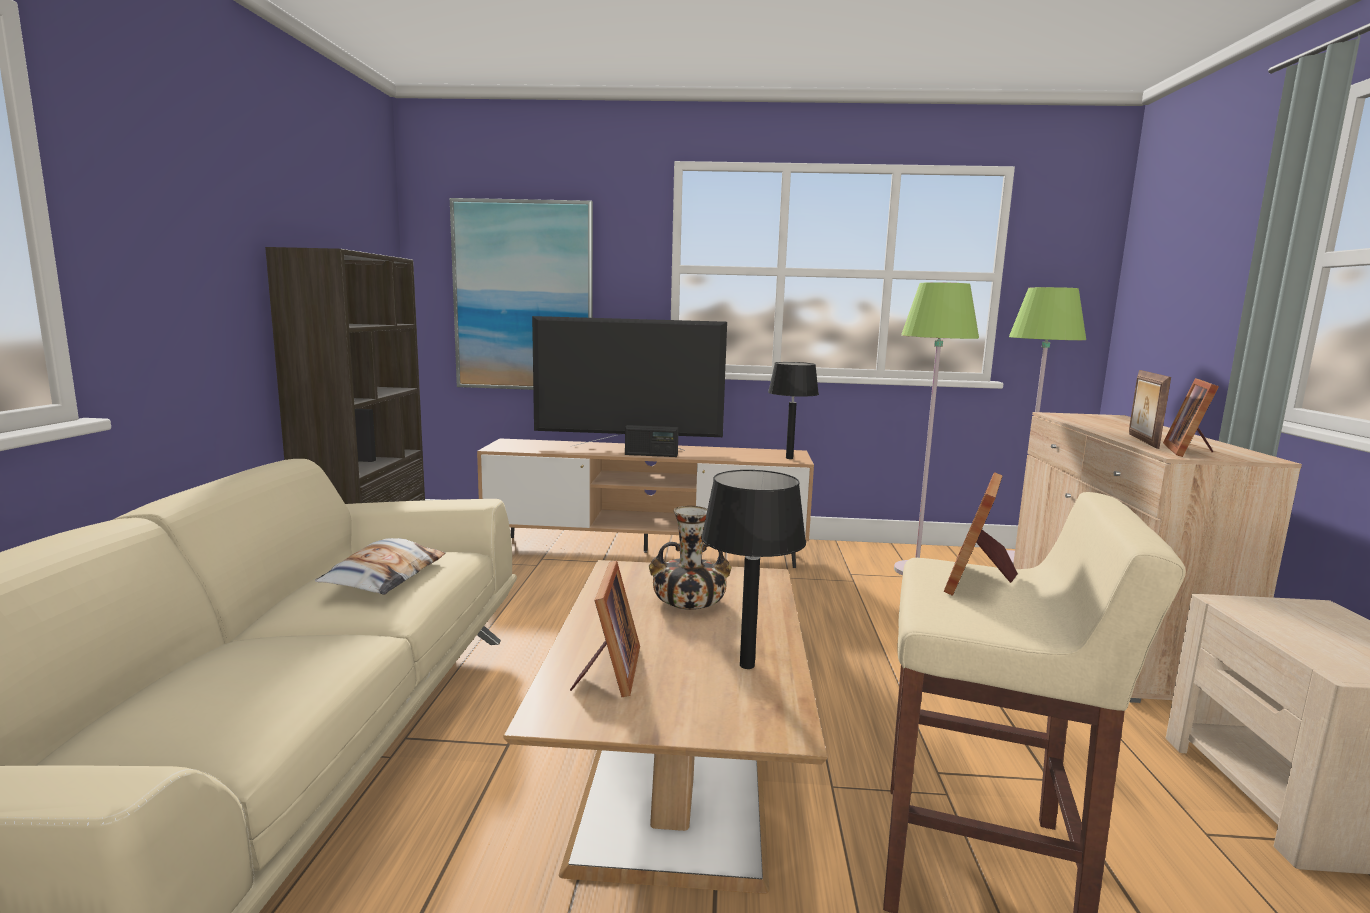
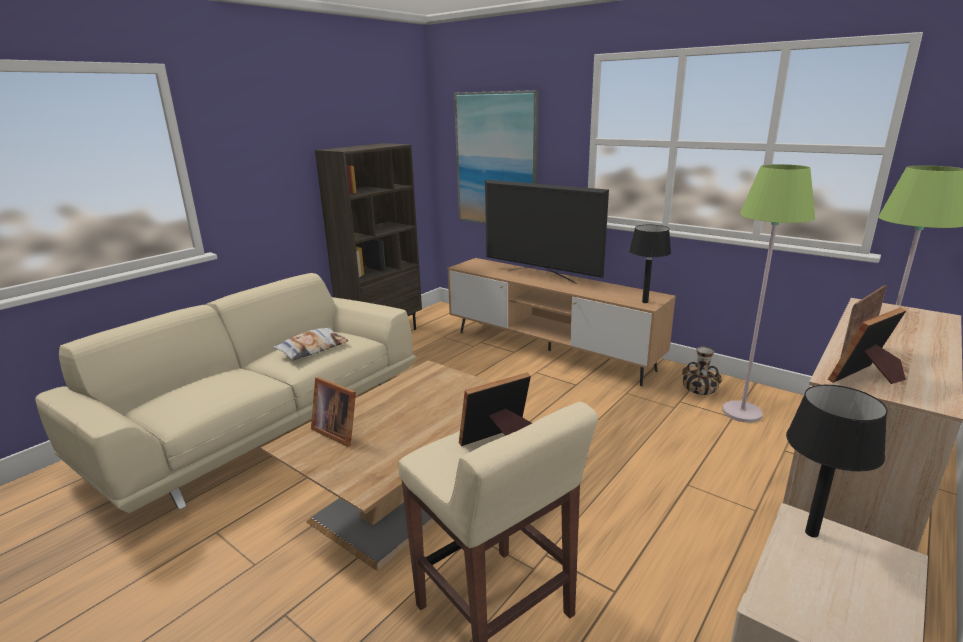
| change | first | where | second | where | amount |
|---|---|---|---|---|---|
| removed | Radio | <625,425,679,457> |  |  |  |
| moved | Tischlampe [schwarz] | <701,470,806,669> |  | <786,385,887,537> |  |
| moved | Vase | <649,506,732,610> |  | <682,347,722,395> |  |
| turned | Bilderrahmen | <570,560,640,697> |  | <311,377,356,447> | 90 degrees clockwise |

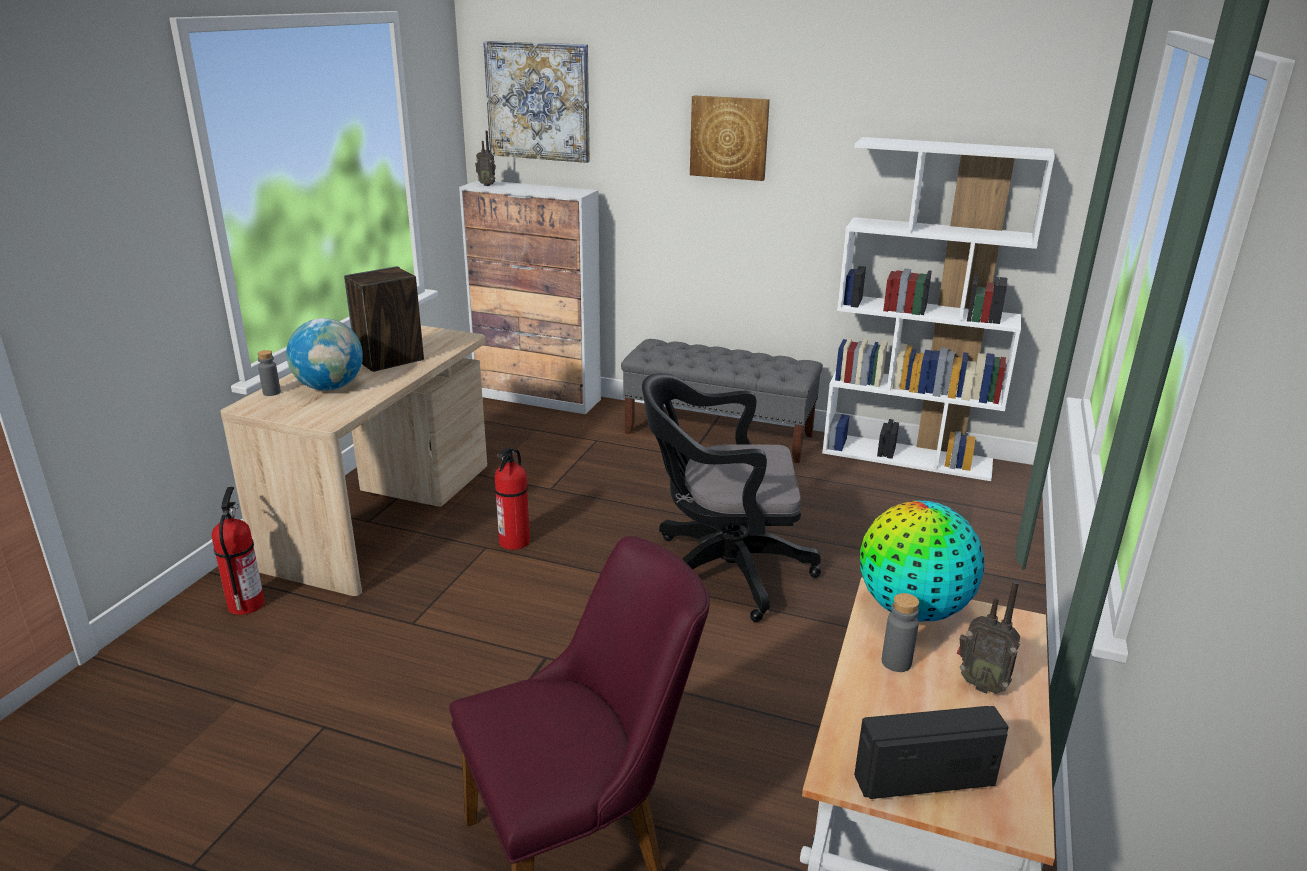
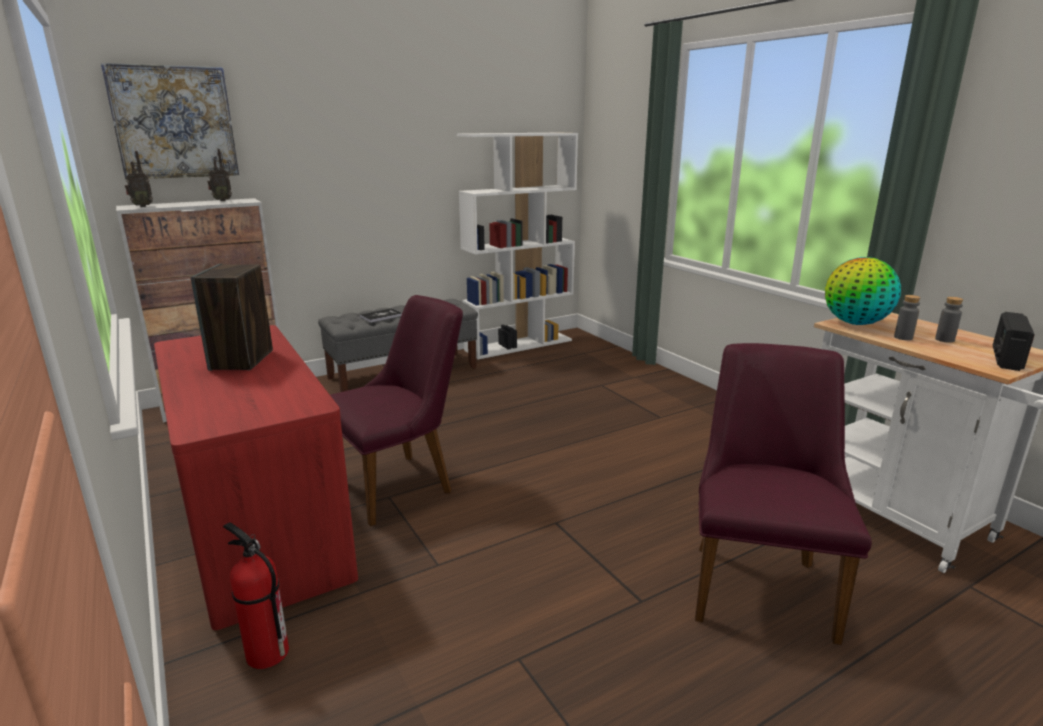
| change | first | where | second | where | amount |
|---|---|---|---|---|---|
| removed | Bild | <690,95,770,181> |  |  |  |
| removed | Globus | <286,318,363,391> |  |  |  |
| recoloured | Schreibtisch [beige] | <220,325,487,596> | Schreibtisch [rot] | <154,325,358,630> |  |
| moved | Flasche [grau] | <257,350,281,396> |  | <935,297,963,343> |  |
| removed | Bürostuhl [schwarz] | <642,373,821,622> |  |  |  |
| replaced | Feuerlöscher | <495,448,530,550> | Stuhl [lila] | <330,295,463,527> |  |
| moved | Radio | <957,581,1020,694> |  | <207,149,232,201> |  |
| added |  |  | Buch | <360,308,402,323> |  |

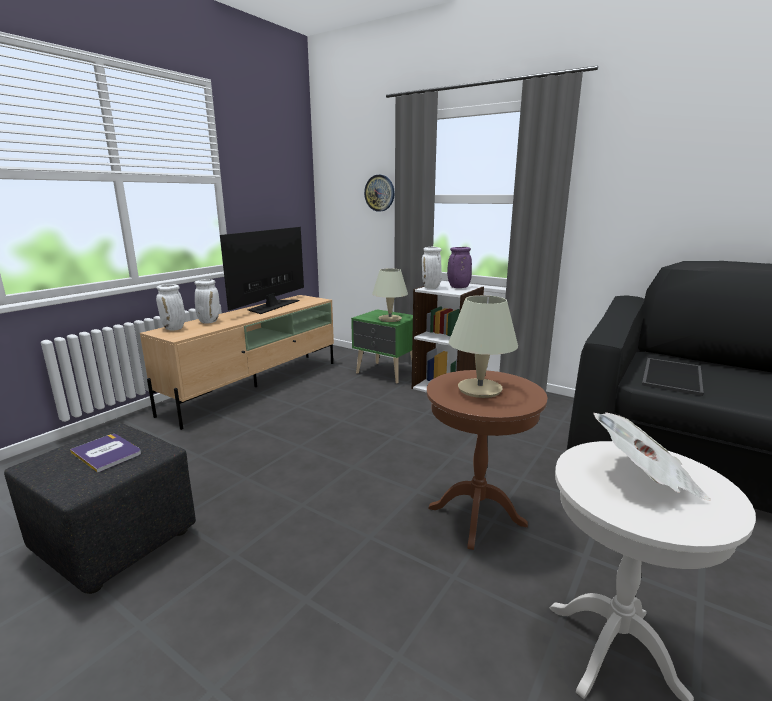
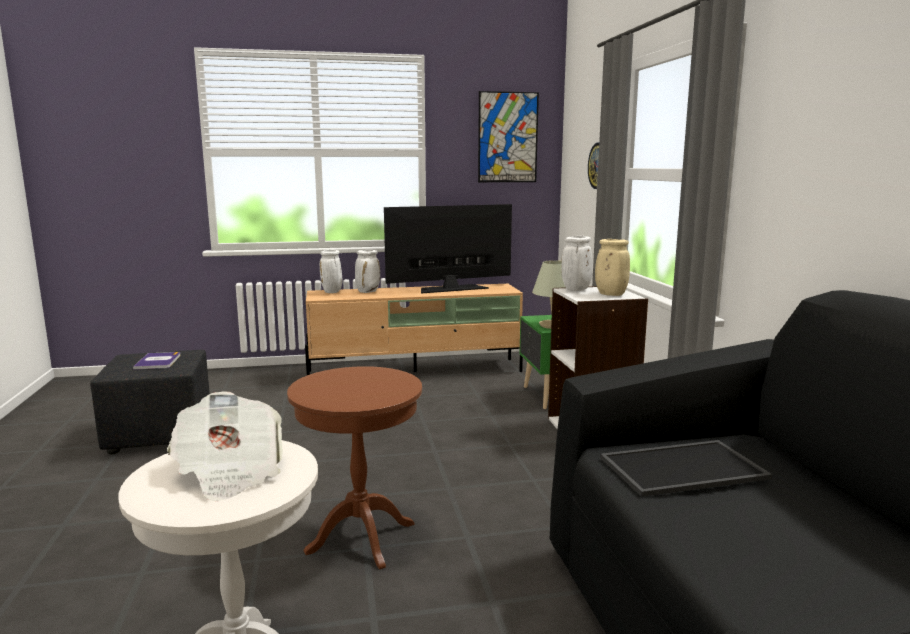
| change | first | where | second | where | amount |
|---|---|---|---|---|---|
| recoloured | Vase [lila] | <447,247,472,288> | Vase [beige] | <595,239,630,296> |  |
| removed | Tischlampe [beige] | <449,295,518,398> |  |  |  |
| added |  |  | Bild | <478,91,539,182> |  |

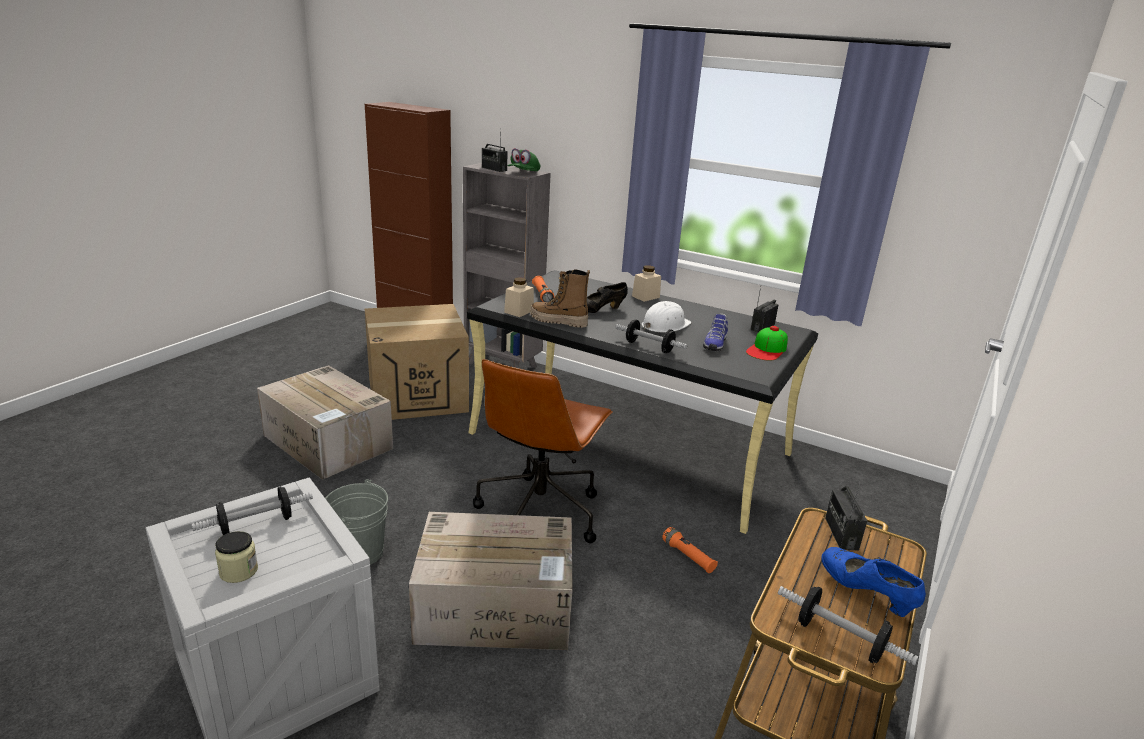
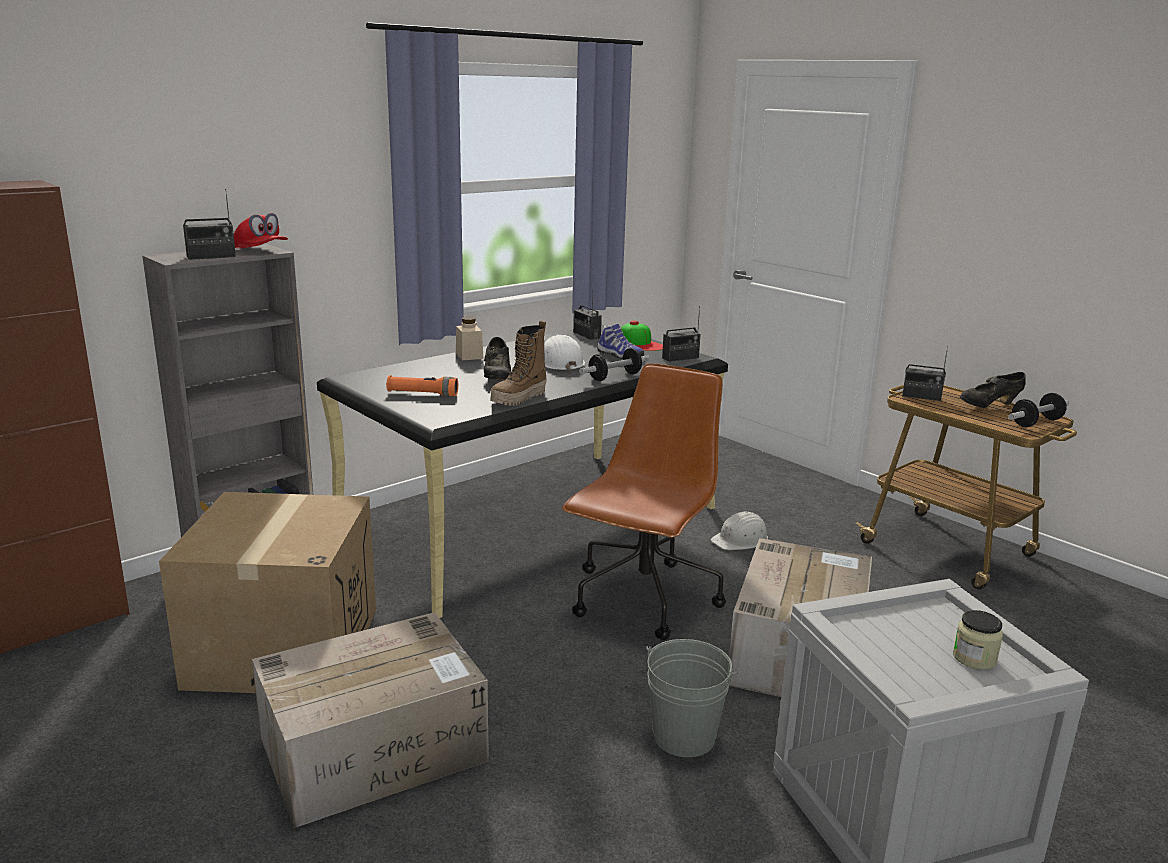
| change | first | where | second | where | amount |
|---|---|---|---|---|---|
| recoloured | Kappe [grün] | <507,148,540,171> | Kappe [rot] | <234,213,288,248> |  |
| removed | Vorratsglas [beige] | <504,277,534,317> |  |  |  |
| turned | Bürostuhl [braun] | <473,359,613,543> |  | <562,364,726,640> | 105 degrees counterclockwise |
| removed | Hantel | <192,486,313,535> |  |  |  |
| replaced | Taschenlampe [orange] | <662,527,718,573> | Schutzhelm [weiß] | <711,511,768,550> |  |
| recoloured | Schuh [blau] | <821,547,926,617> | Schuh [schwarz] | <960,372,1026,408> |  |
| added |  |  | Radio | <662,306,701,362> |  |

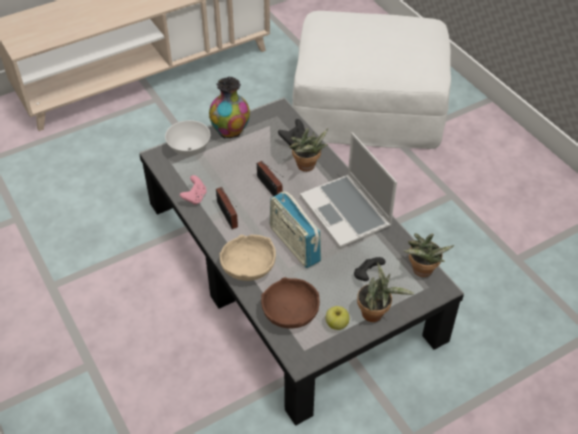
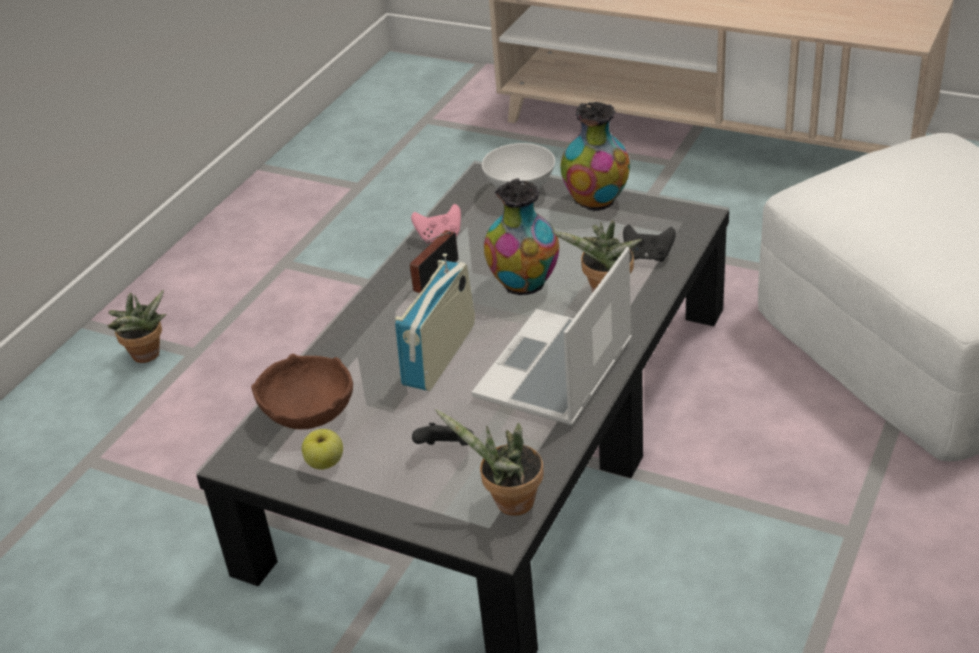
| change | first | where | second | where | amount |
|---|---|---|---|---|---|
| replaced | Radio | <257,161,283,196> | Vase | <484,178,559,295> |  |
| removed | Schüssel [beige] | <220,235,276,281> |  |  |  |
| moved | Topfpflanze | <357,262,414,322> |  | <107,290,167,363> |  |

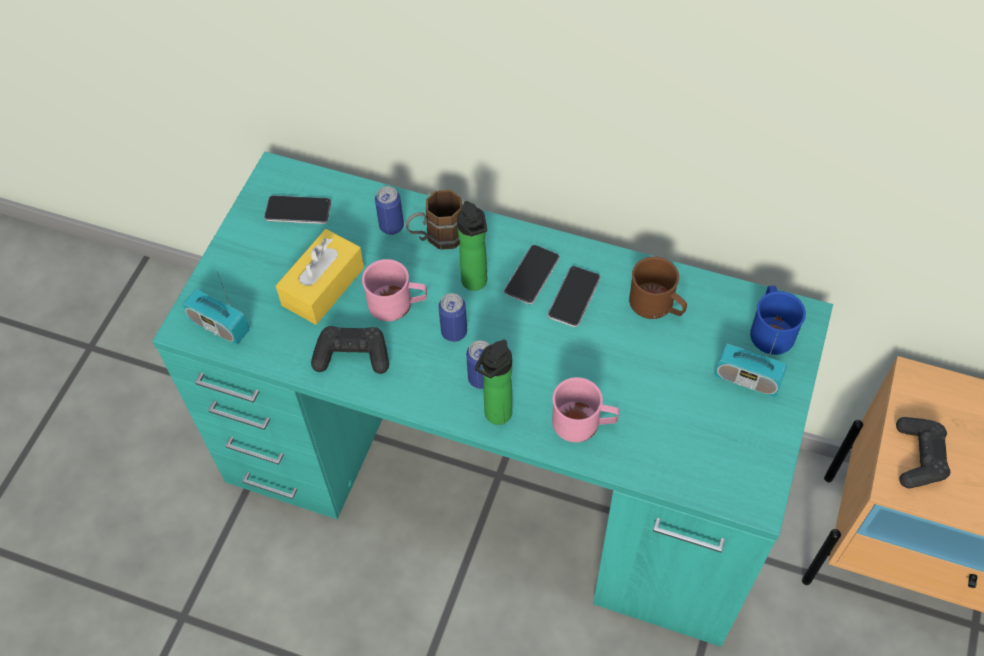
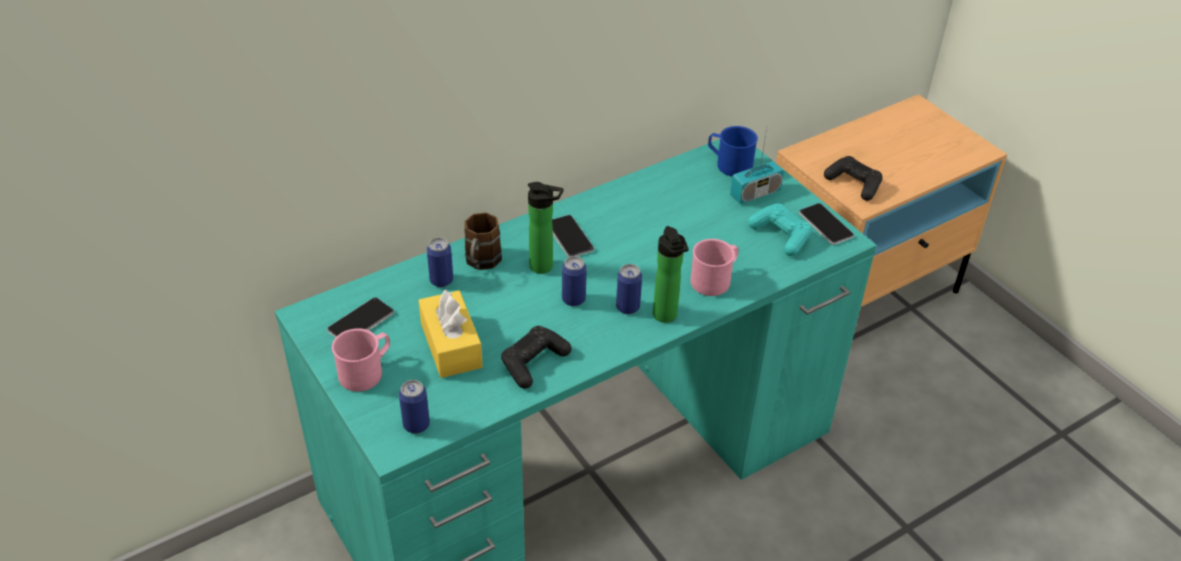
| change | first | where | second | where | amount |
|---|---|---|---|---|---|
| removed | Henkelbecher [braun] | <629,256,687,319> |  |  |  |
| moved | Henkelbecher [rosa] | <362,259,427,321> |  | <332,328,390,392> |  |
| moved | Handy | <548,266,601,327> |  | <799,203,854,245> |  |
| replaced | Radio | <182,270,250,345> | Dose | <399,380,430,434> |  |
| added |  |  | Gamepad [türkis] | <748,203,812,256> |  |

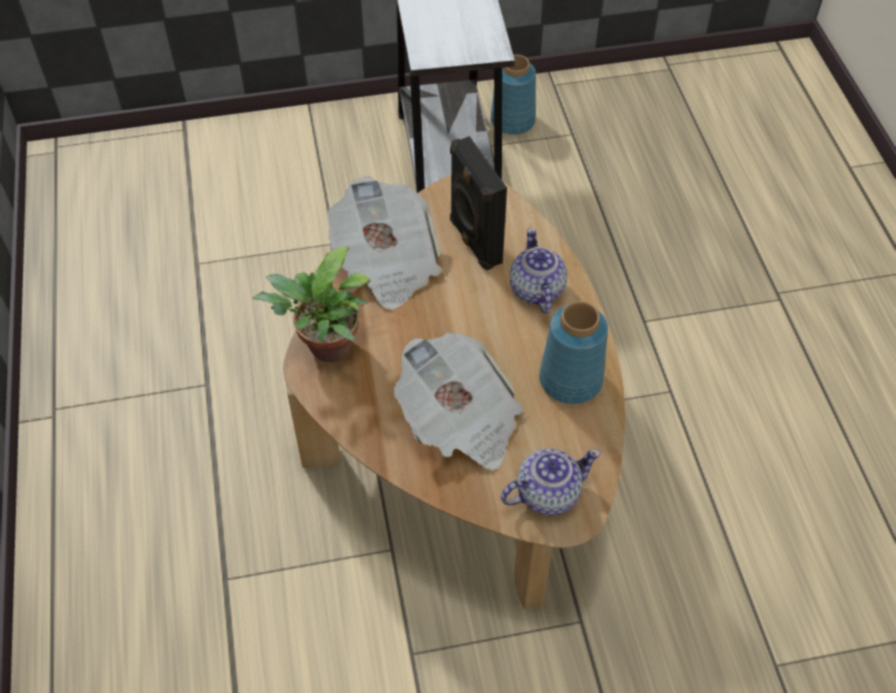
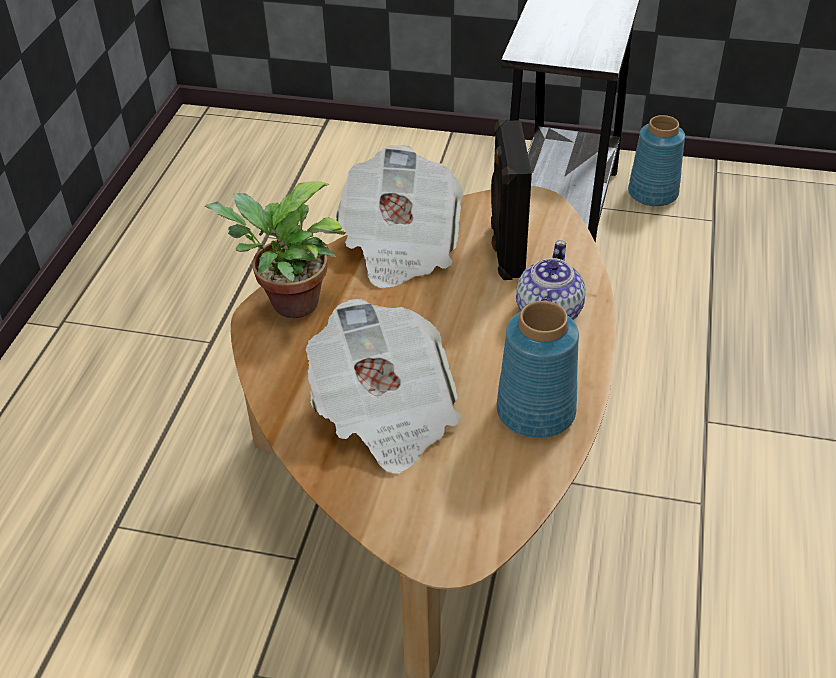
| change | first | where | second | where | amount |
|---|---|---|---|---|---|
| removed | Teekanne | <501,448,601,516> |  |  |  |

